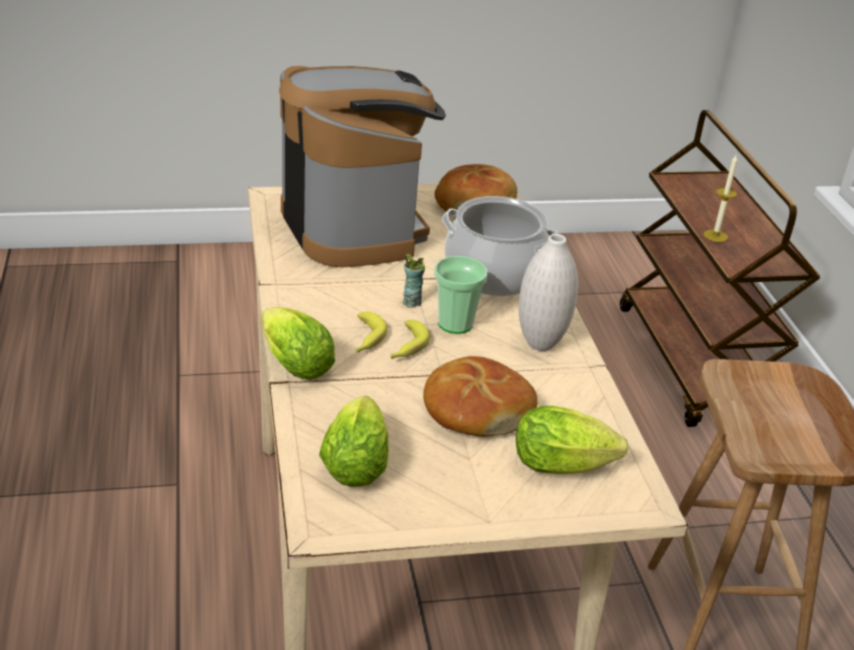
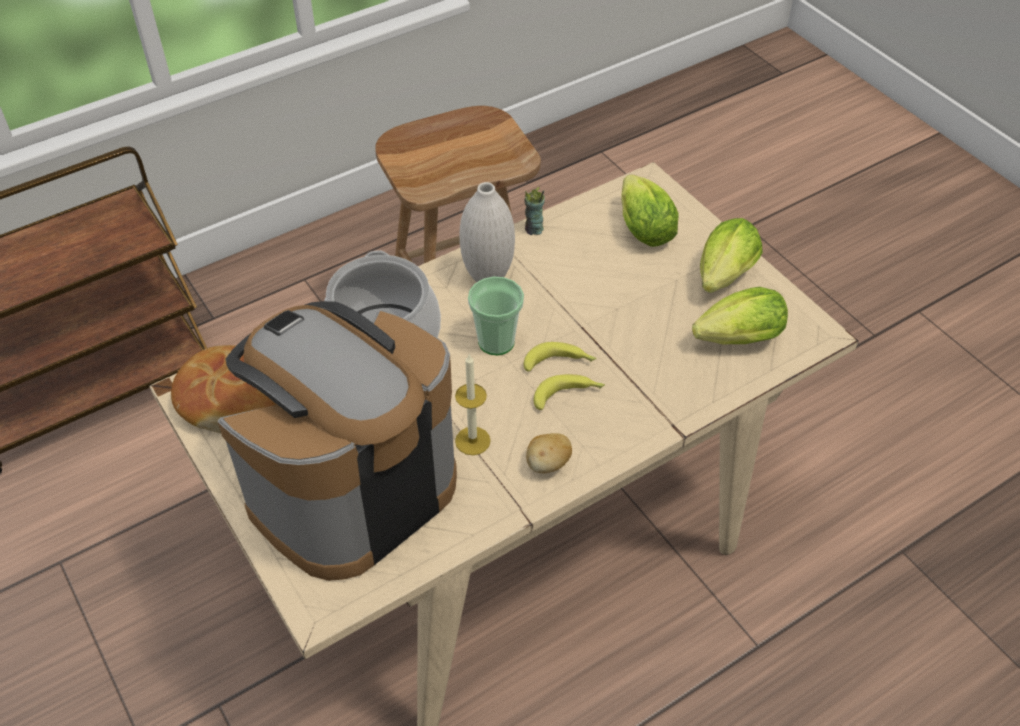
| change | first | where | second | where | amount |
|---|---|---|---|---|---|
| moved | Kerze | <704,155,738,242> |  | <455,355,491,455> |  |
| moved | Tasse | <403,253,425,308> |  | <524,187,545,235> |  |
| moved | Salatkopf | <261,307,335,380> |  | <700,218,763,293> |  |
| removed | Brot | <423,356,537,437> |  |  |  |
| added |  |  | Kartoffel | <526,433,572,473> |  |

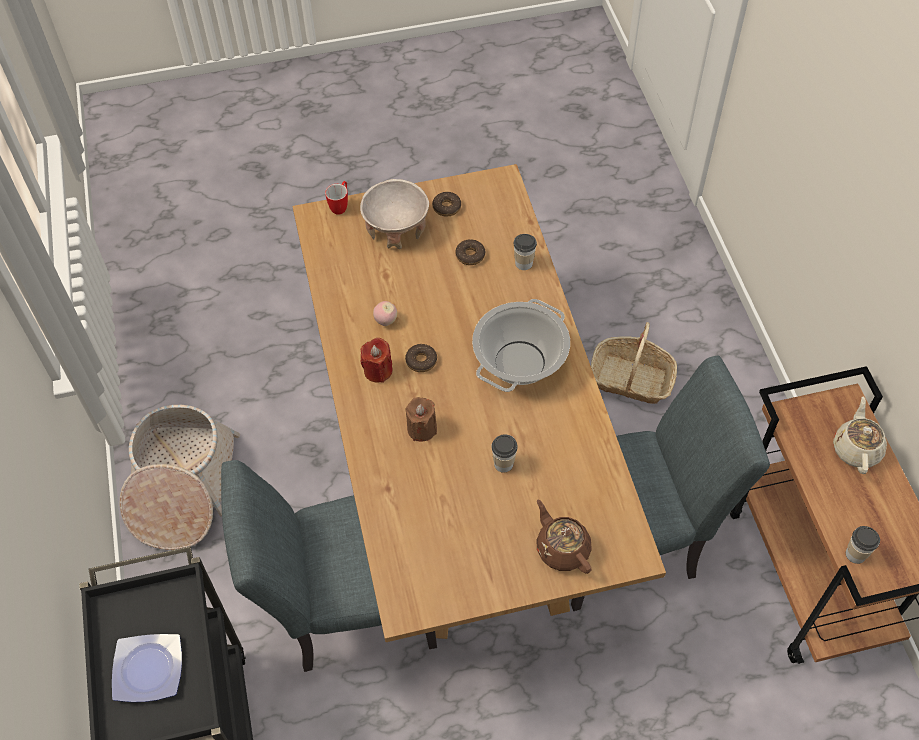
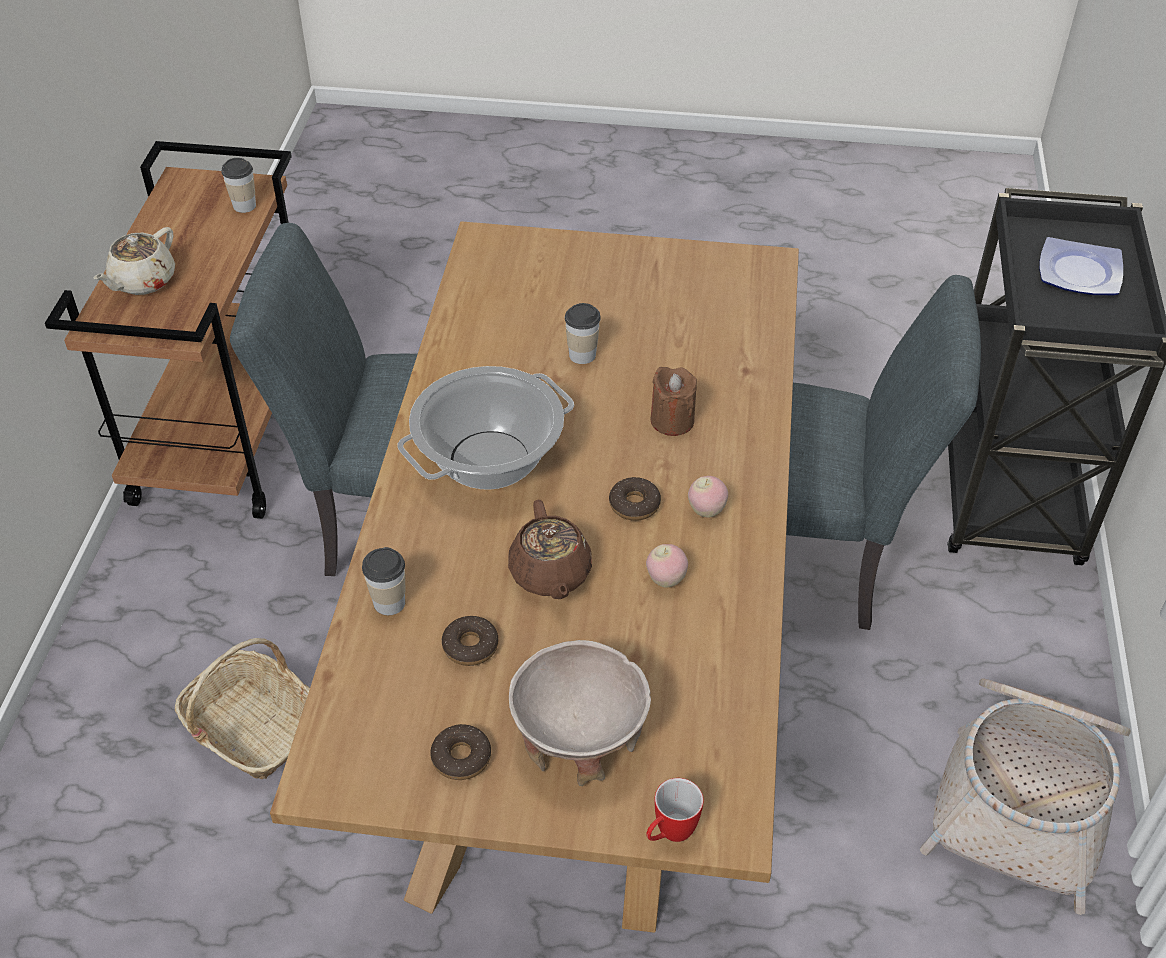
| change | first | where | second | where | amount |
|---|---|---|---|---|---|
| replaced | Kerze [rot] | <360,338,393,383> | Apfel | <688,476,728,517> |  |
| moved | Teekanne [braun] | <536,500,592,574> |  | <508,500,592,599> |  |

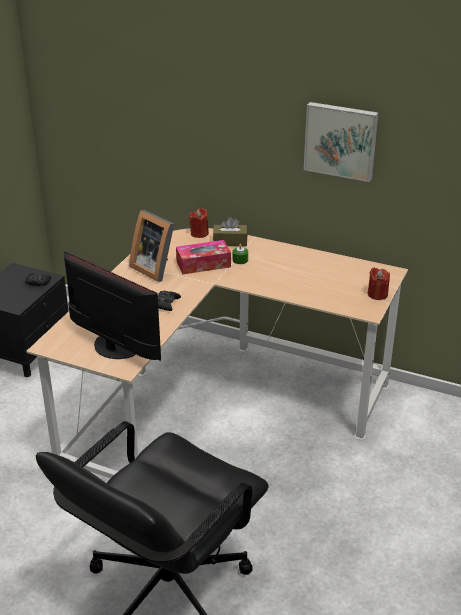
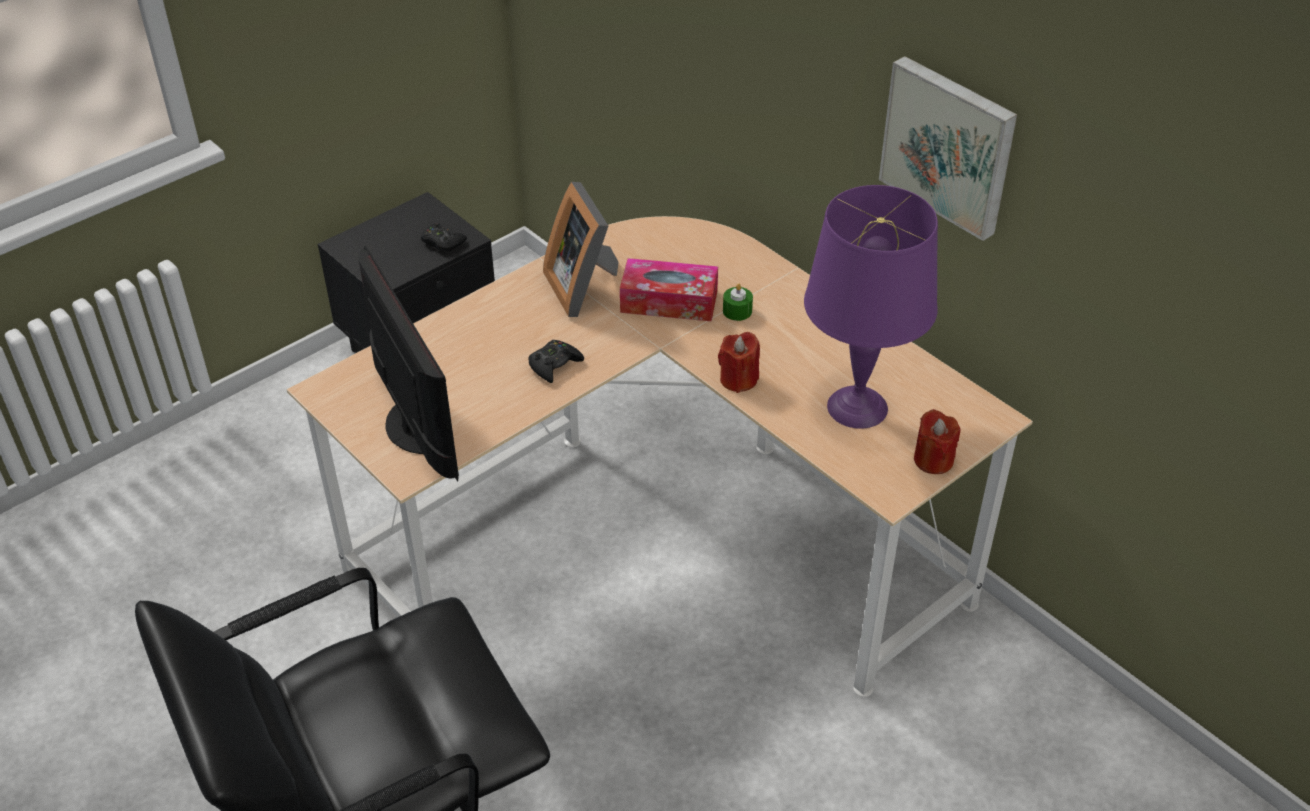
| change | first | where | second | where | amount |
|---|---|---|---|---|---|
| moved | Kerze [rot] | <189,208,209,238> |  | <718,332,760,393> |  |
| removed | Taschentuchbox [braun] | <213,217,248,246> |  |  |  |
| added |  |  | Tischlampe [lila] | <804,185,938,429> |  |

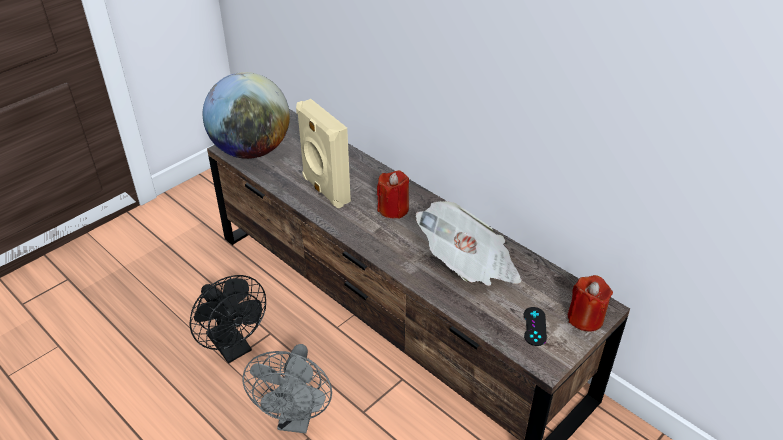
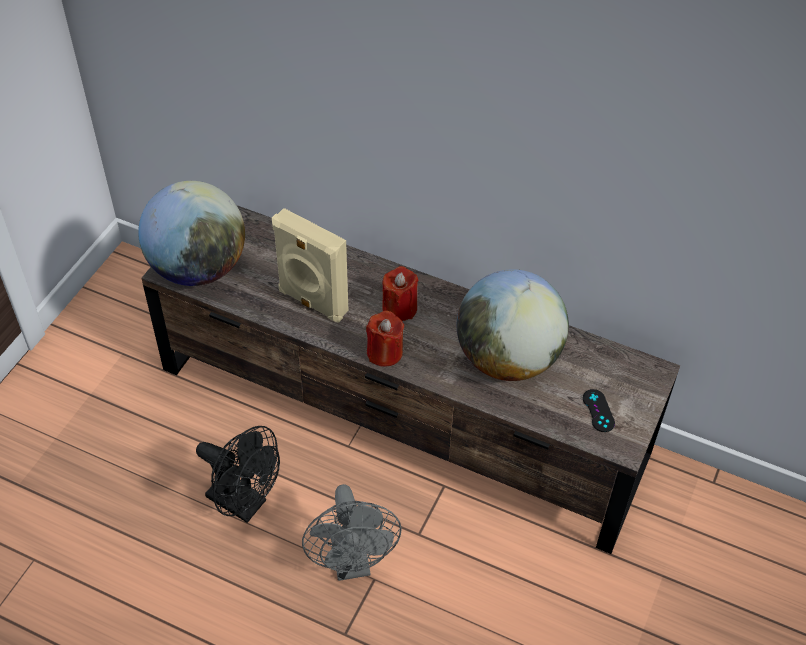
| change | first | where | second | where | amount |
|---|---|---|---|---|---|
| replaced | Zeitung | <416,201,522,286> | Globus | <457,269,569,381> |  |
| moved | Kerze [rot] | <568,275,613,332> |  | <366,311,404,367> |  |

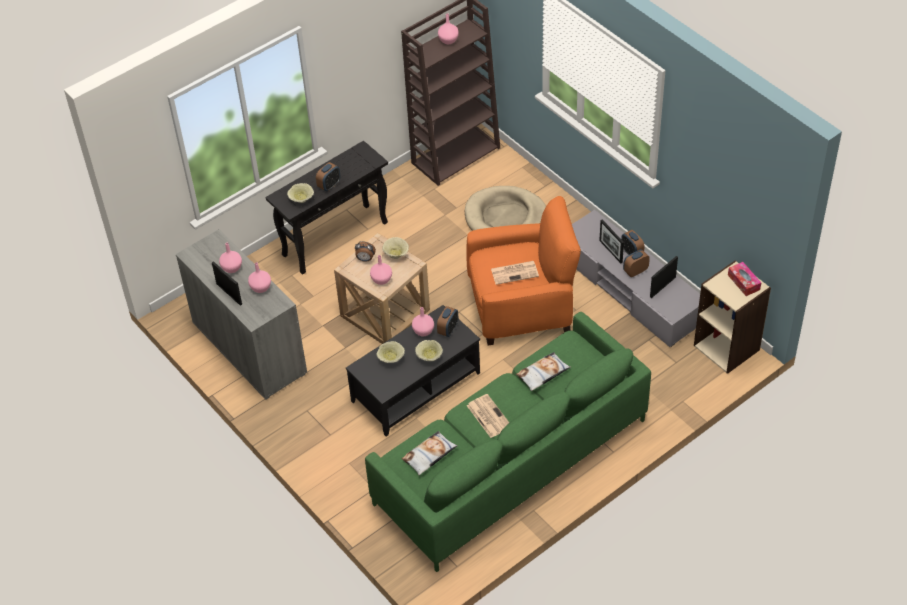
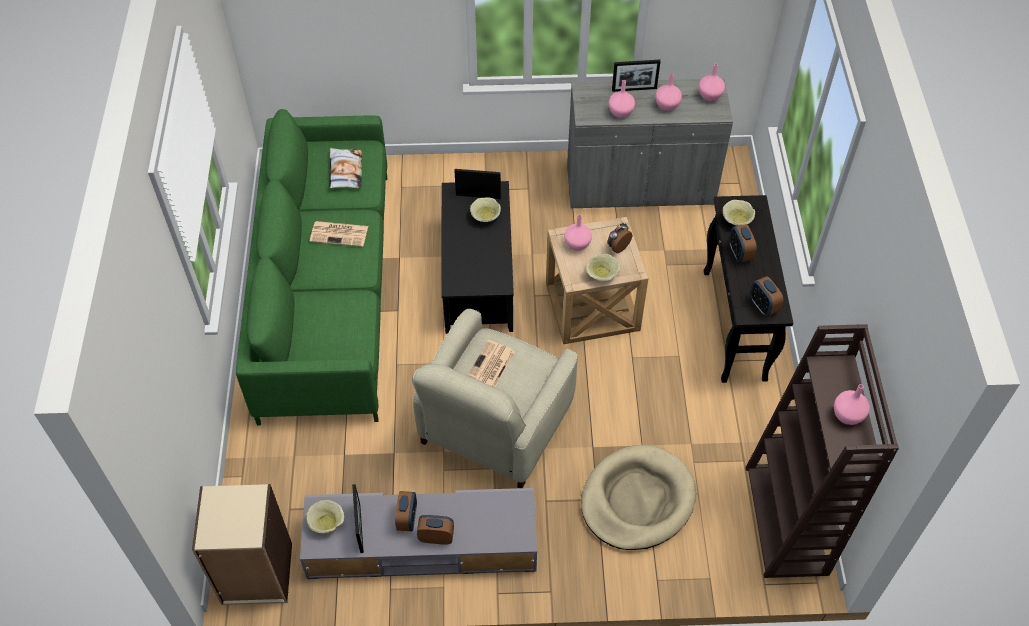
| change | first | where | second | where | amount |
|---|---|---|---|---|---|
| recoloured | Sessel [orange] | <467,196,581,346> | Sessel [beige] | <412,309,577,488> |  |
| moved | Bilderrahmen | <599,219,624,263> |  | <454,169,501,199> |  |
| removed | Taschentuchbox | <728,262,761,296> |  |  |  |
| moved | Wecker | <437,306,458,337> |  | <750,276,783,317> |  |
| moved | Vase [rosa] | <412,307,434,336> |  | <699,63,725,101> |  |
| moved | Schüssel [beige] | <415,340,443,361> |  | <306,500,344,533> |  |
| removed | Kissen | <516,352,571,391> |  |  |  |

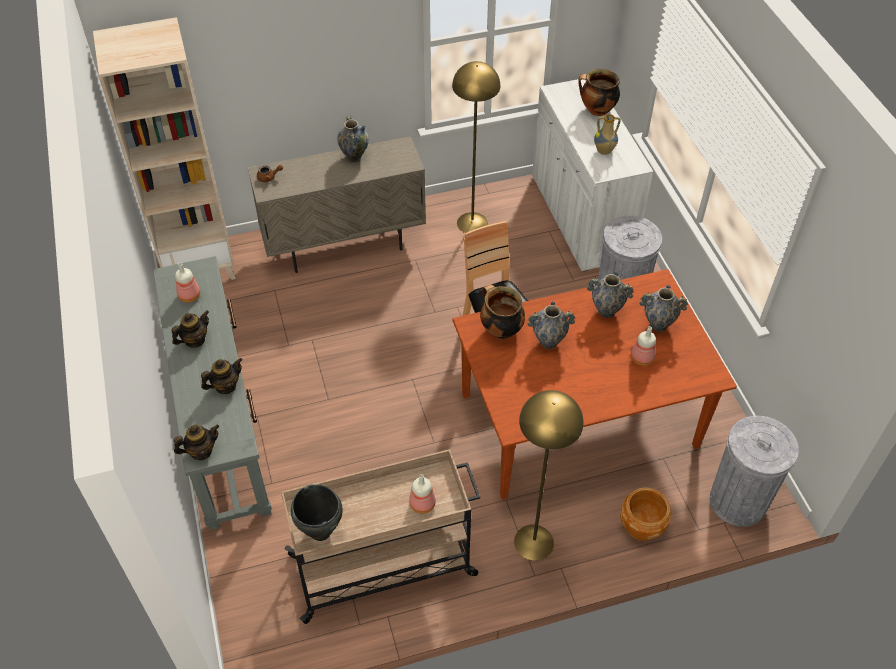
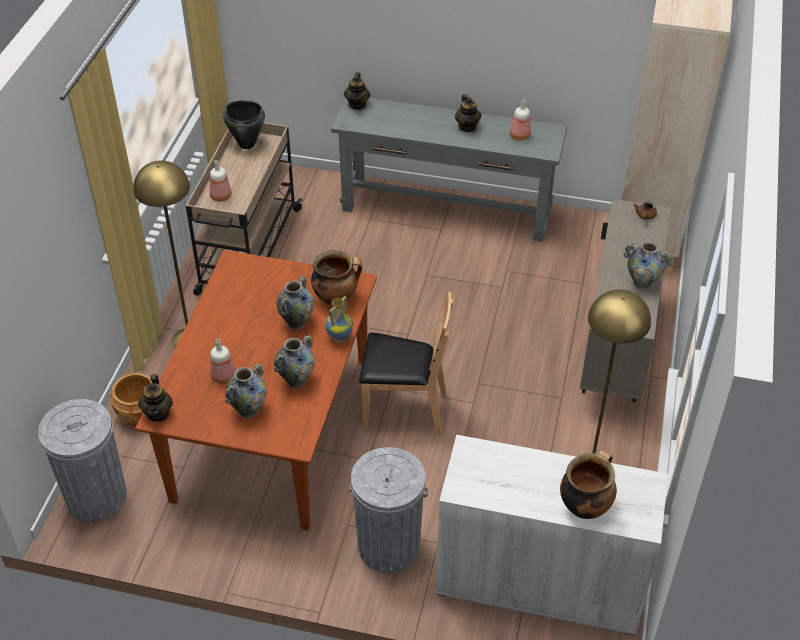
| change | first | where | second | where | amount |
|---|---|---|---|---|---|
| moved | Vase | <594,114,621,155> |  | <325,296,353,343> |  |
| moved | Teekanne | <201,358,243,394> |  | <138,374,173,422> |  |

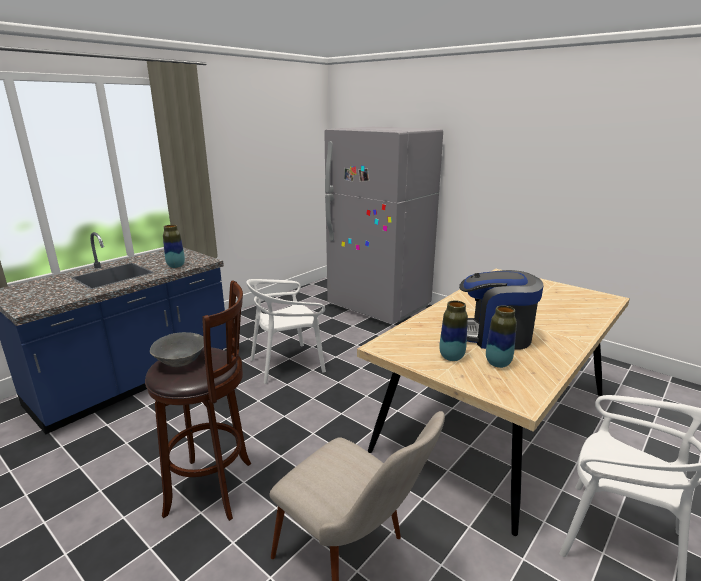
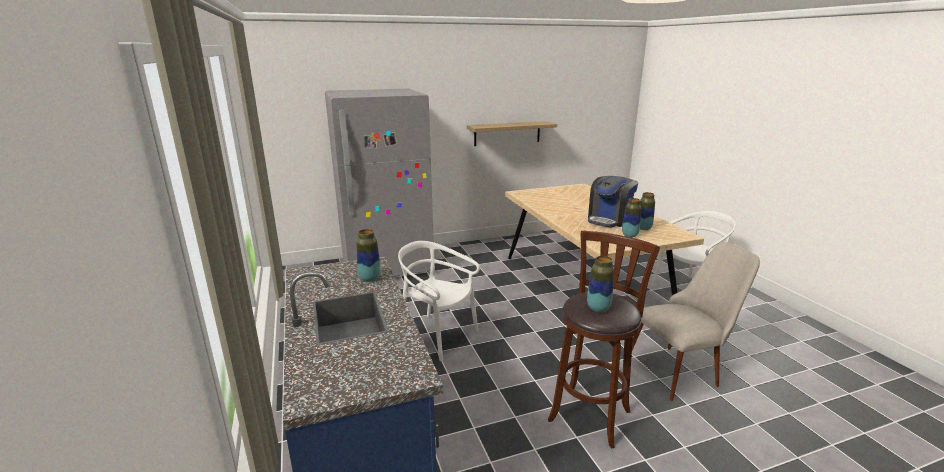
| change | first | where | second | where | amount |
|---|---|---|---|---|---|
| turned | Stuhl [weiß] | <246,279,326,384> |  | <398,241,480,361> | 120 degrees clockwise |
| replaced | Schüssel [grau] | <150,332,204,367> | Vase | <587,256,614,312> |  |
| added |  |  | Wandregal | <467,121,557,146> |  |

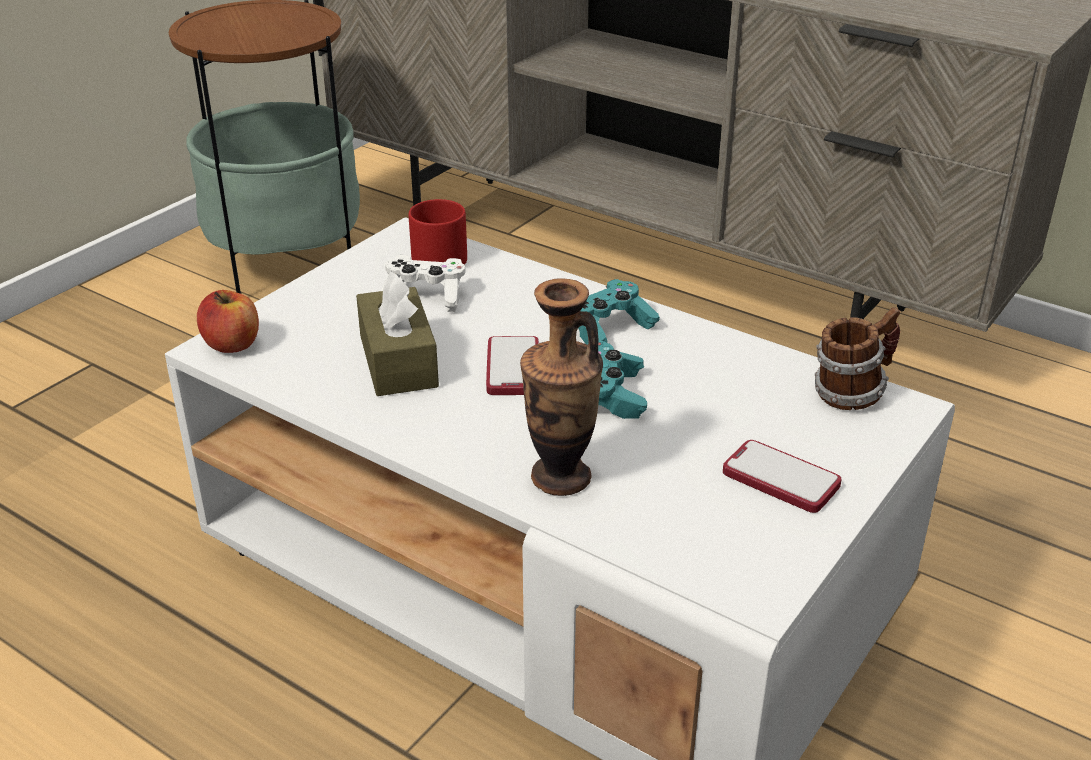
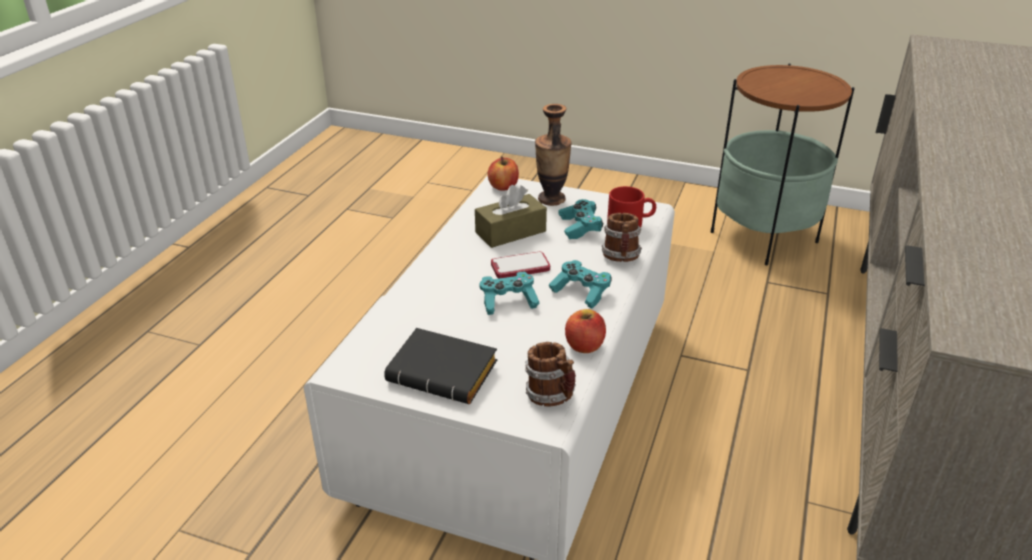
| change | first | where | second | where | amount |
|---|---|---|---|---|---|
| recoloured | Gamepad [weiß] | <381,255,466,312> | Gamepad [türkis] | <559,199,603,239> |  |
| moved | Vase | <520,278,603,496> |  | <535,104,572,206> |  |
| replaced | Handy | <723,440,842,513> | Buch [schwarz] | <384,328,497,404> |  |
| added |  |  | Henkelbecher | <602,213,642,262> |  |
| added |  |  | Apfel | <565,309,606,353> |  |

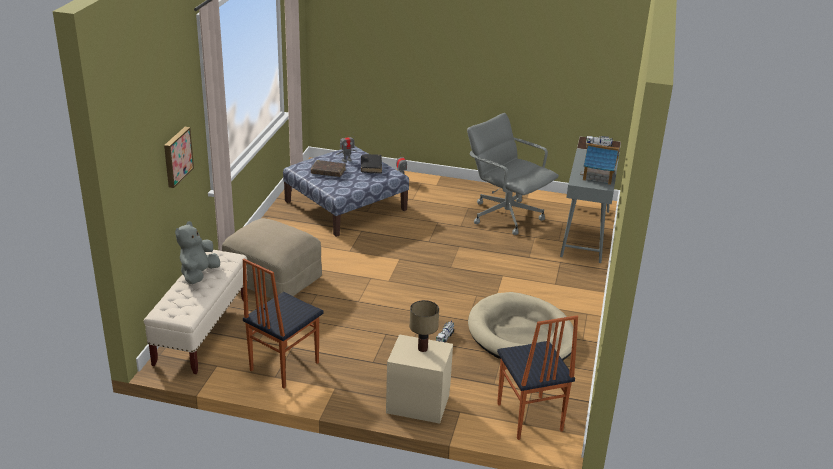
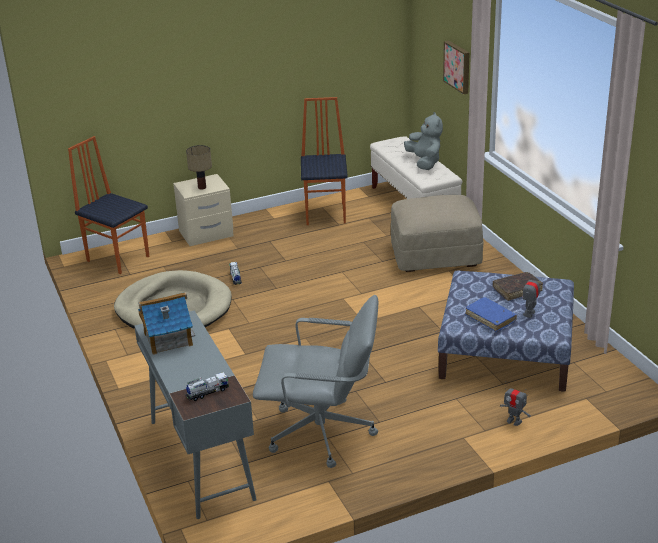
| change | first | where | second | where | amount |
|---|---|---|---|---|---|
| recoloured | Buch [schwarz] | <361,154,382,173> | Buch [blau] | <465,297,517,332> |  |

